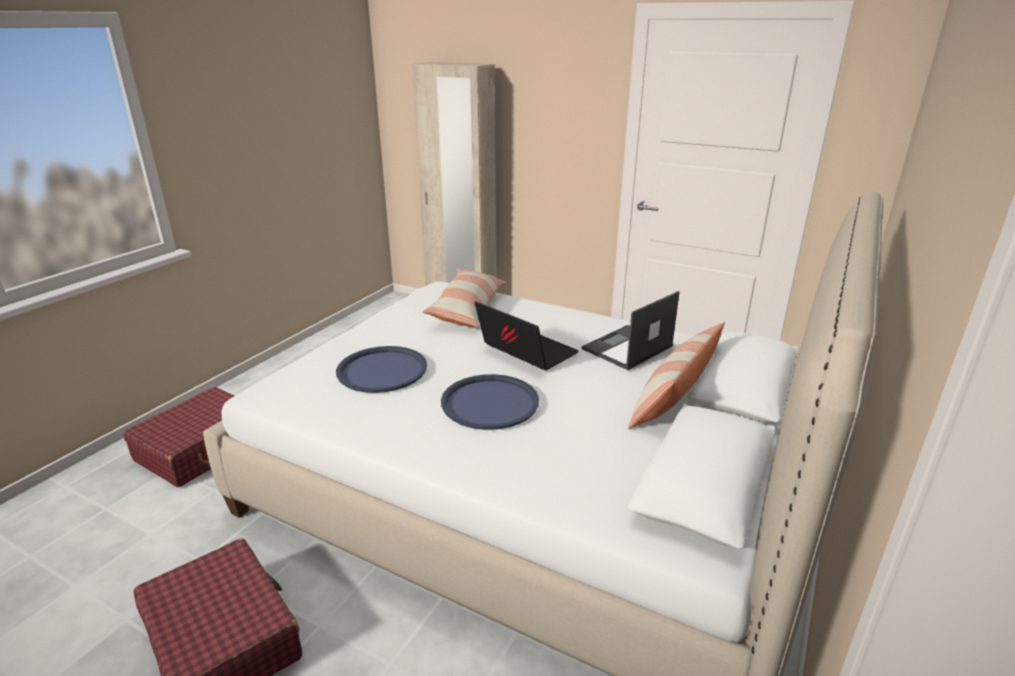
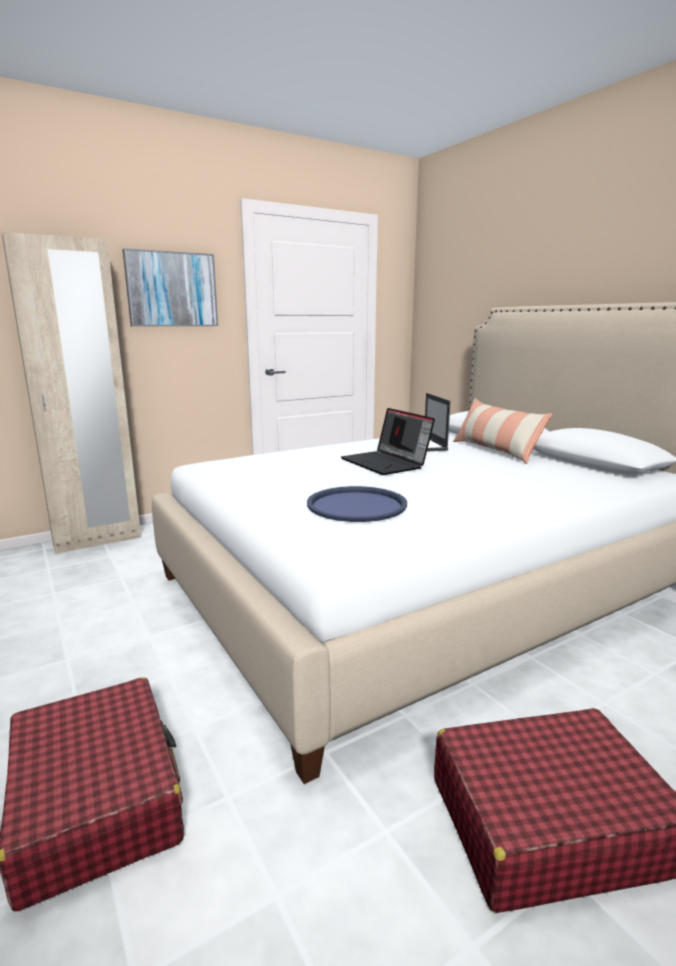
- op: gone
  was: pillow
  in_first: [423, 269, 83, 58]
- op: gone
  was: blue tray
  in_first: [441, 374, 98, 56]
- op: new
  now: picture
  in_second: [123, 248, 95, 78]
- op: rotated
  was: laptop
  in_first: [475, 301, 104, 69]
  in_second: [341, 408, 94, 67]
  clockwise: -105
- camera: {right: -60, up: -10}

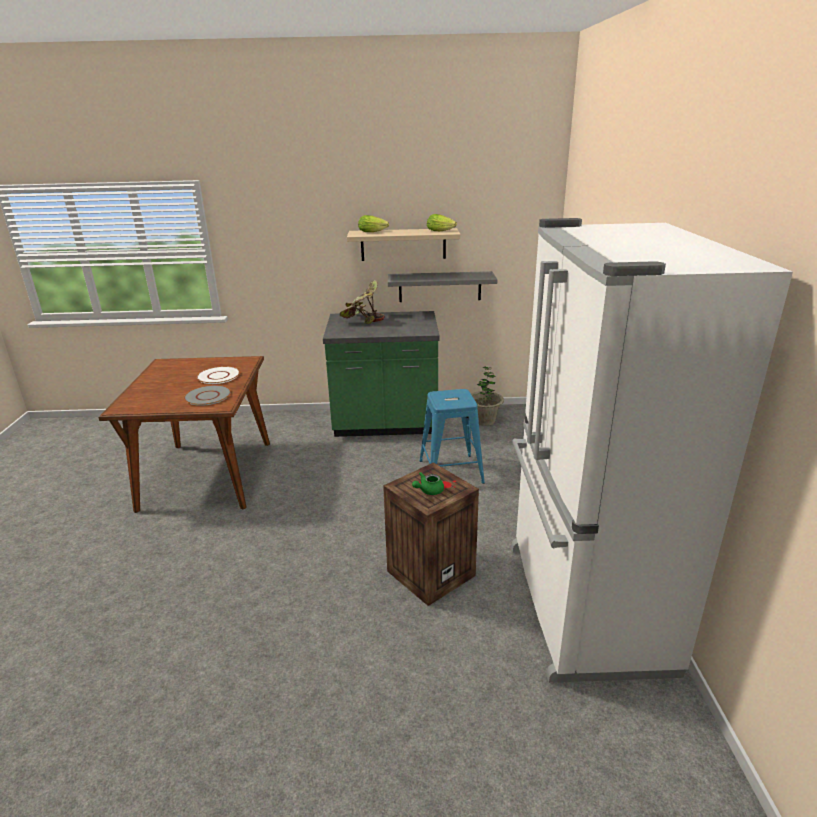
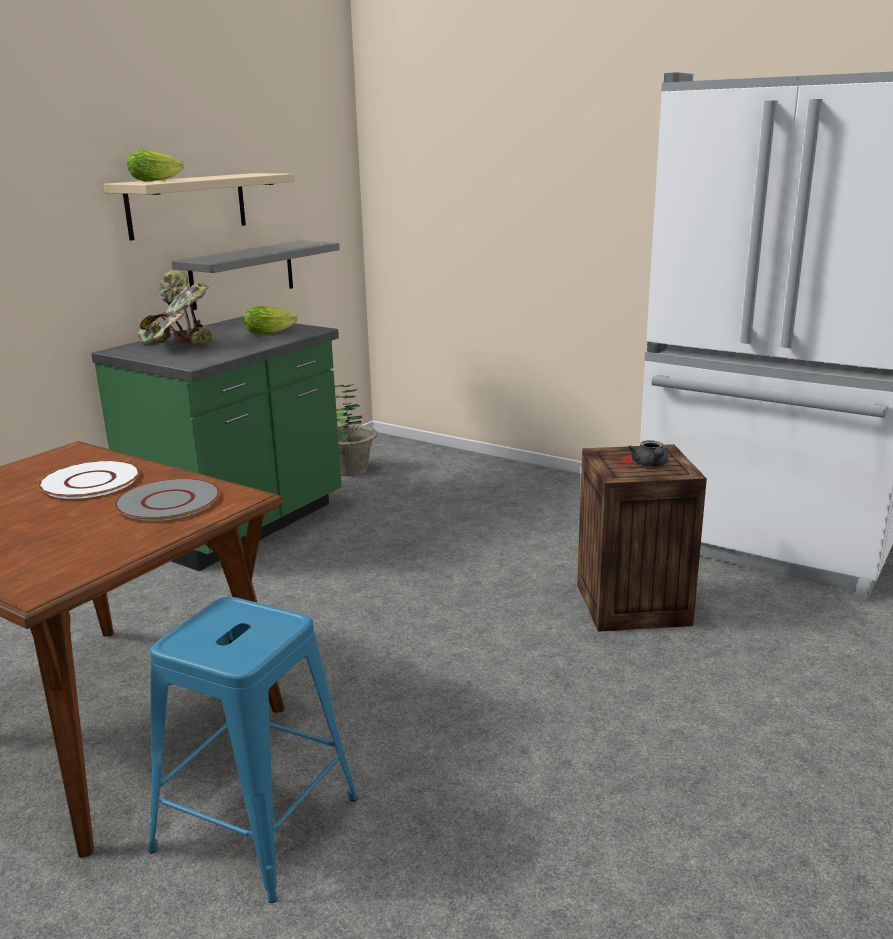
- op: shifted
  was: blue stool
  in_first: [420, 389, 65, 95]
  in_second: [148, 597, 210, 306]
- op: shifted
  was: lettuce
  in_first: [427, 214, 30, 17]
  in_second: [244, 306, 53, 29]
- op: repainted
  was: green teapot
  now: grey teapot
  in_first: [412, 472, 32, 23]
  in_second: [628, 440, 40, 27]
- camera: {right: -55, up: -5}

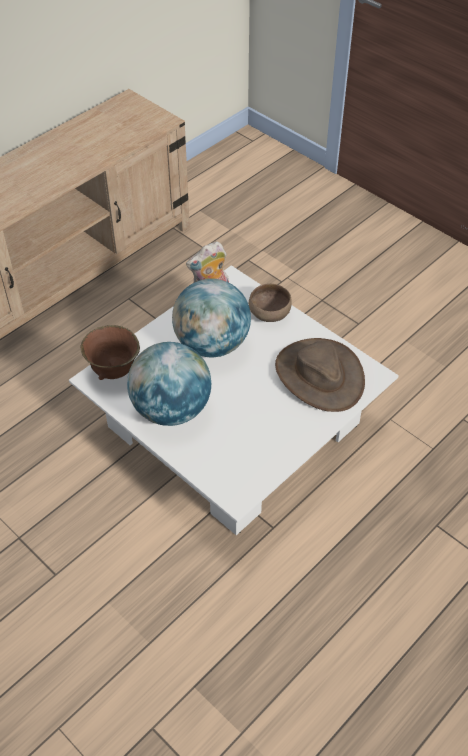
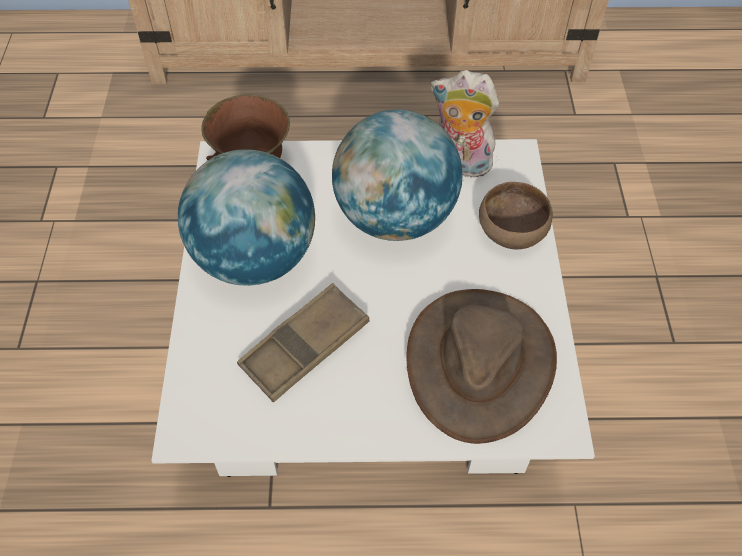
- op: new
  now: brown tray
  in_second: [237, 283, 132, 119]
- camera: {right: 45, up: 5}

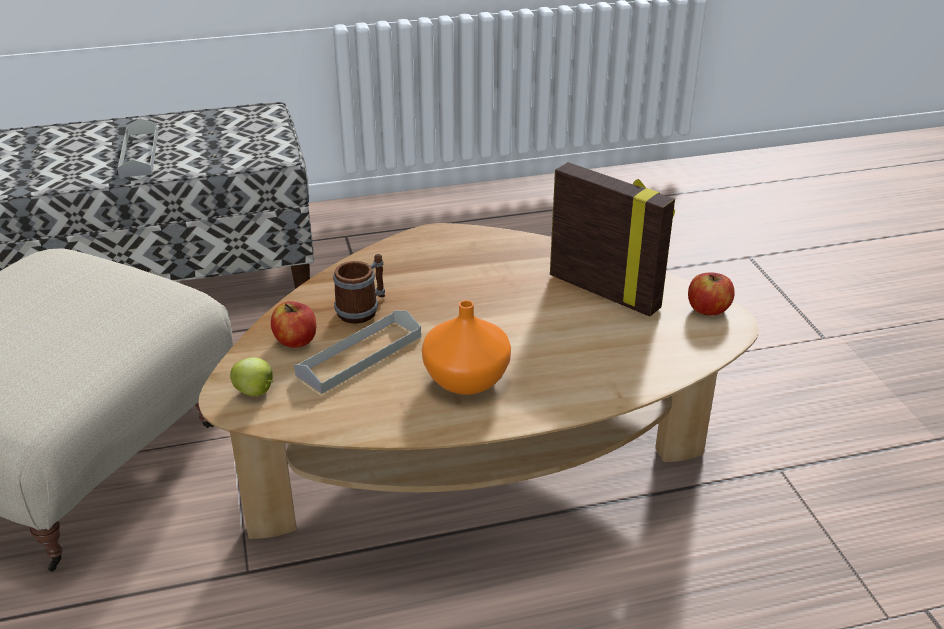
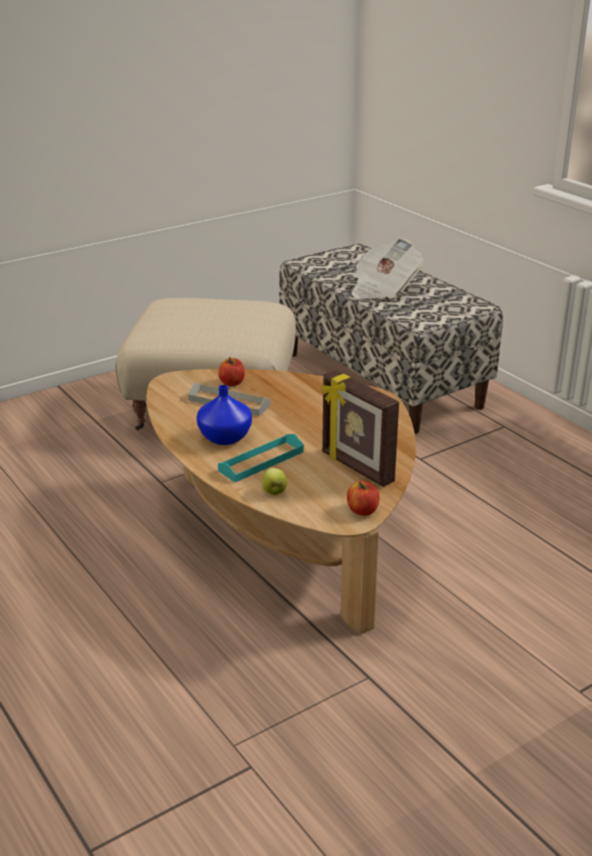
- op: gone
  was: mug
  in_first: [333, 254, 52, 70]
- op: new
  now: turquoise tray
  in_second: [218, 434, 86, 48]
- op: shifted
  was: apple
  in_first: [230, 357, 44, 39]
  in_second: [262, 468, 25, 27]
- op: swapped
  was: grey tray
  now: newspaper
  in_first: [117, 118, 41, 59]
  in_second: [351, 238, 73, 61]
- op: repainted
  was: orange vase
  now: blue vase
  in_first: [422, 300, 89, 95]
  in_second: [197, 385, 55, 60]
- op: rotated
  was: picture frame
  in_first: [550, 162, 125, 155]
  in_second: [321, 370, 78, 117]
  clockwise: 120
- camera: {right: 70, up: -5}

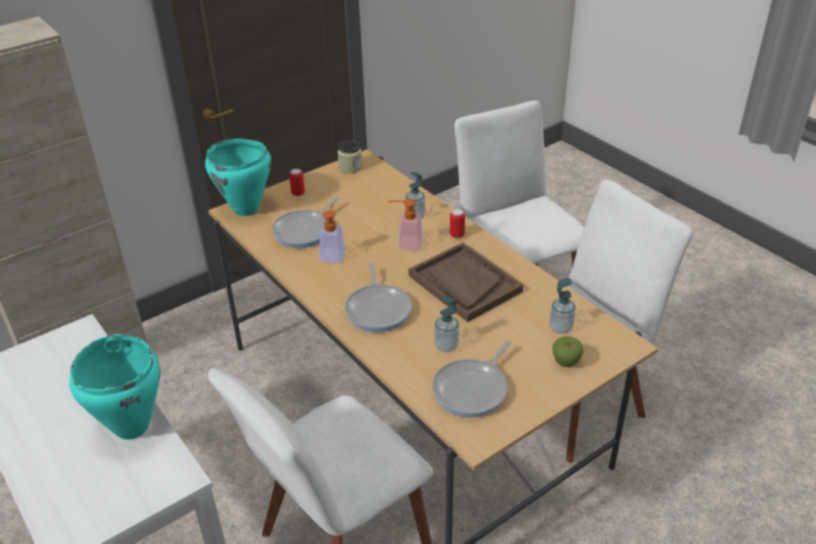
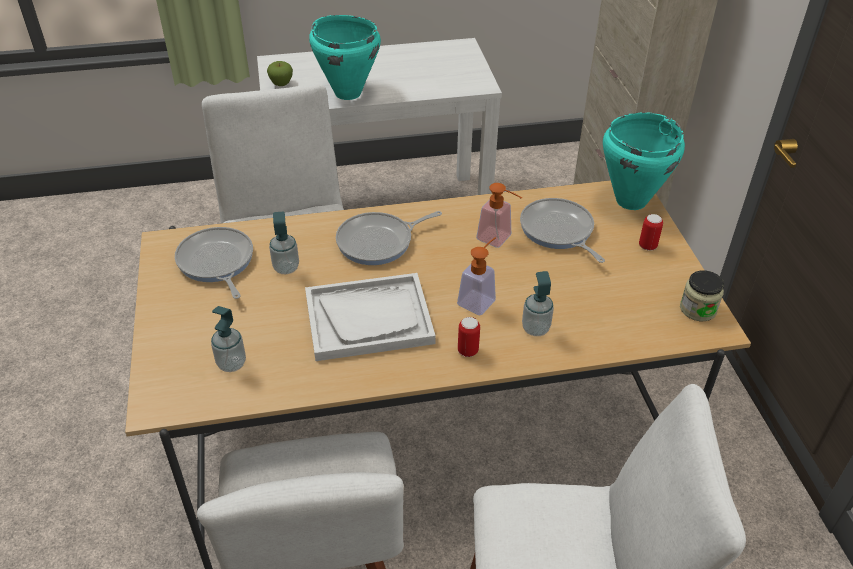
- op: shifted
  was: apple
  in_first: [552, 336, 31, 31]
  in_second: [267, 61, 26, 25]
- op: repainted
  was: brown tray
  now: white tray
  in_first: [409, 243, 114, 79]
  in_second: [305, 273, 131, 88]
- op: rotated
  was: frying pan
  in_first: [345, 262, 67, 70]
  in_second: [336, 211, 106, 54]
  clockwise: -45
- camera: {right: 115, up: 5}

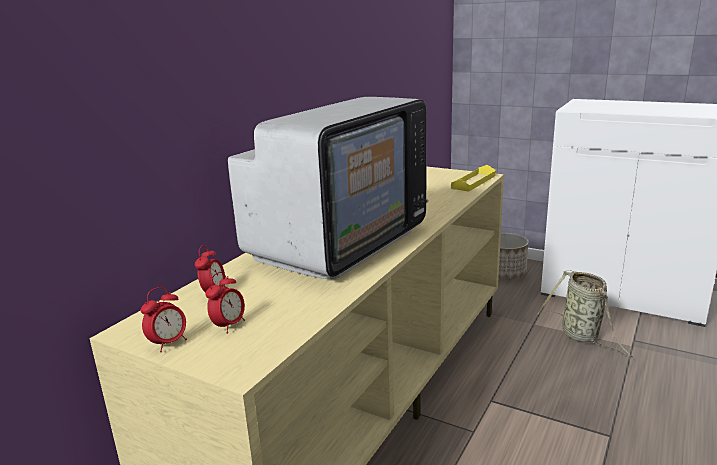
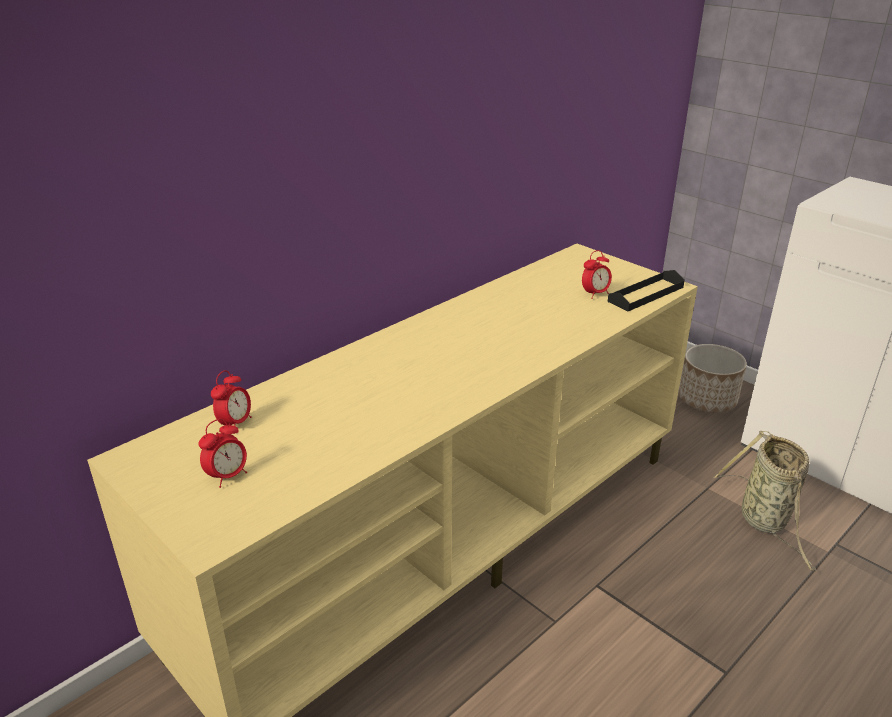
- op: gone
  was: television
  in_first: [228, 97, 200, 182]
- op: shifted
  was: alarm clock
  in_first: [140, 287, 47, 65]
  in_second: [582, 250, 30, 49]
- op: repainted
  was: yellow tray
  now: black tray
  in_first: [451, 165, 45, 27]
  in_second: [608, 270, 77, 41]
- camera: {right: 15, up: 10}

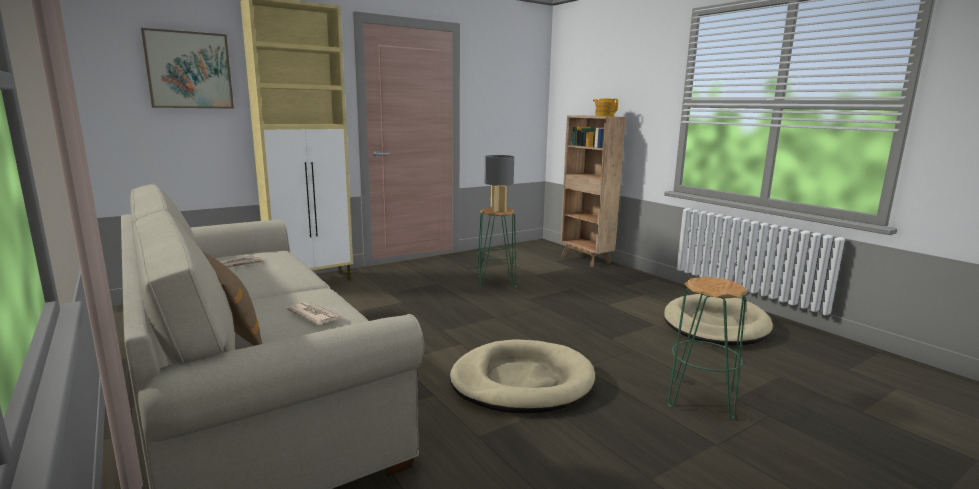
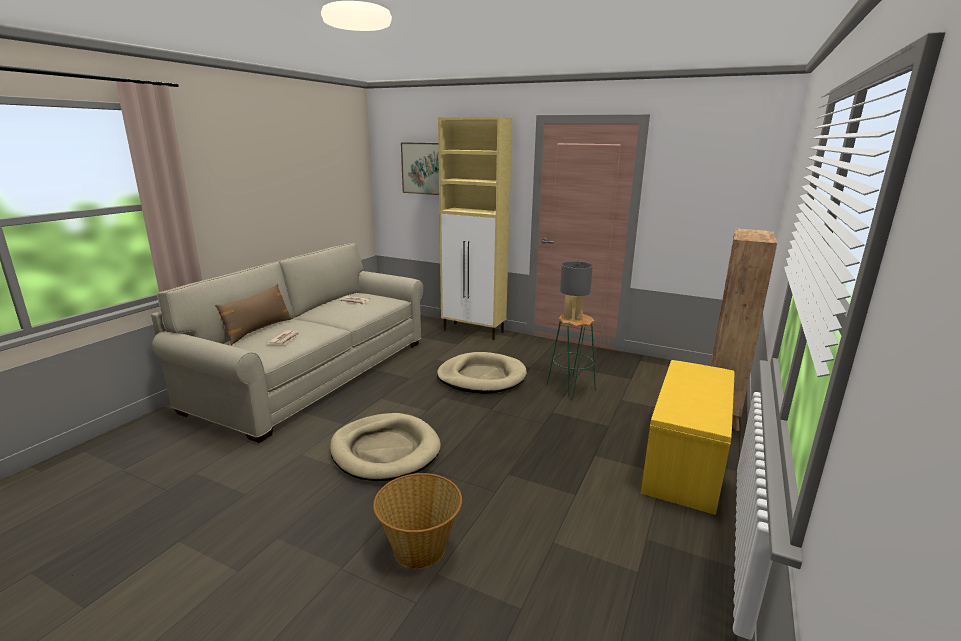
- op: gone
  was: teapot
  in_first: [593, 99, 25, 17]
- op: new
  now: yellow bench
  in_second: [641, 360, 94, 155]
- op: shifted
  was: beige dog bed
  in_first: [664, 294, 109, 51]
  in_second: [437, 352, 90, 42]
- op: swapped
  was: green stool
  now: basket
  in_first: [668, 276, 80, 144]
  in_second: [373, 473, 89, 96]
- camera: {right: 60, up: 5}

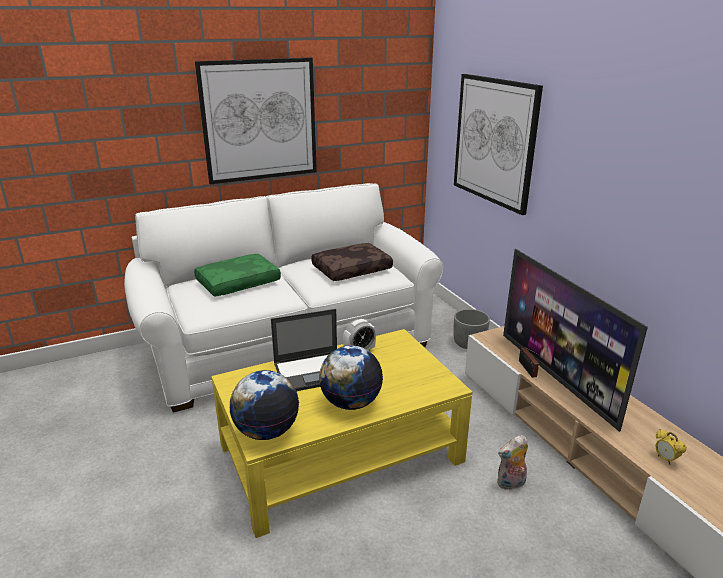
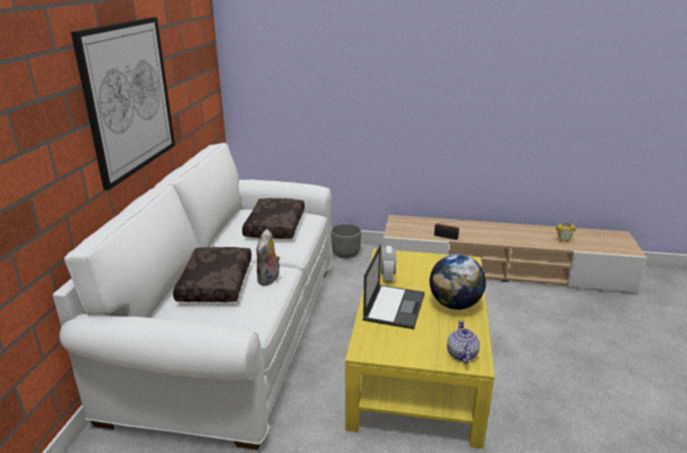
- op: gone
  was: picture
  in_first: [454, 74, 89, 141]
- op: gone
  was: television
  in_first: [503, 249, 145, 183]
- op: shifted
  was: plush toy
  in_first: [497, 435, 31, 55]
  in_second: [256, 229, 24, 57]
- op: swapped
  was: globe
  now: teapot
  in_first: [229, 370, 70, 70]
  in_second: [447, 320, 33, 44]
- op: repainted
  was: green pillow
  now: brown pillow
  in_first: [194, 254, 87, 43]
  in_second: [173, 247, 79, 55]
- camera: {right: -55, up: 0}

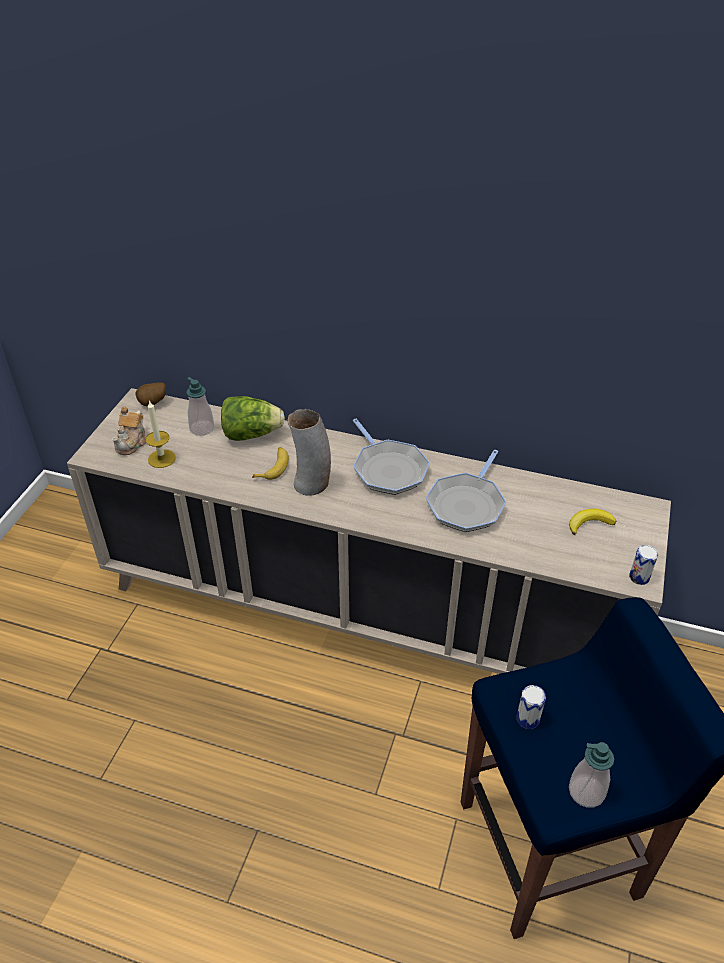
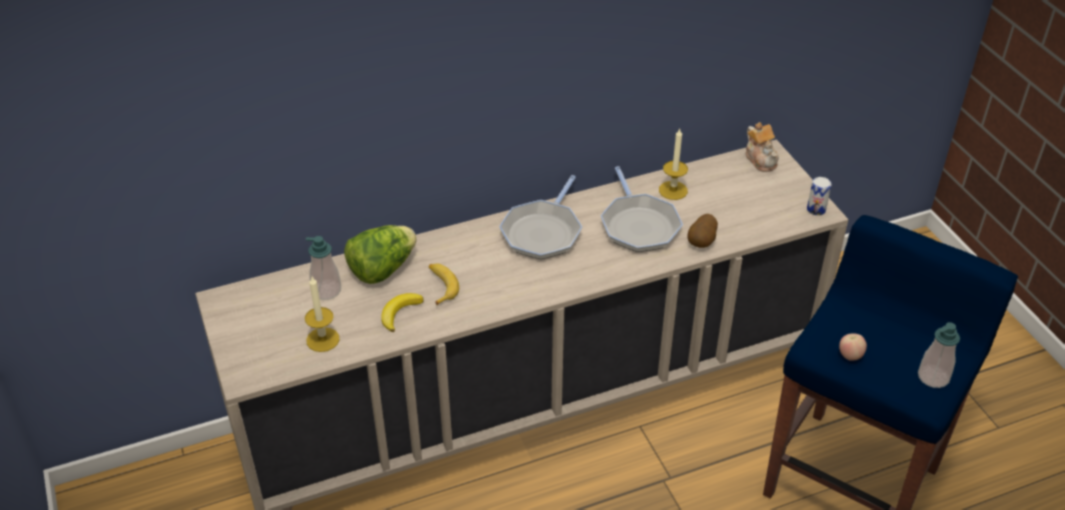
- op: gone
  was: vase
  in_first: [288, 409, 43, 87]
- op: new
  now: candle
  in_second: [659, 128, 29, 72]
- op: shifted
  was: teapot
  in_first: [112, 407, 34, 48]
  in_second: [745, 122, 34, 50]
- op: shifted
  was: potato
  in_first: [135, 382, 31, 24]
  in_second: [688, 214, 30, 34]
- op: shifted
  was: banana
  in_first: [569, 509, 47, 26]
  in_second: [381, 293, 43, 39]
- op: swapped
  was: can
  now: apple
  in_first: [517, 685, 29, 44]
  in_second: [839, 333, 28, 28]
- op: rotated
  was: frying pan
  in_first: [353, 419, 77, 76]
  in_second: [499, 175, 83, 84]
  clockwise: 90
- camera: {right: -40, up: 0}

